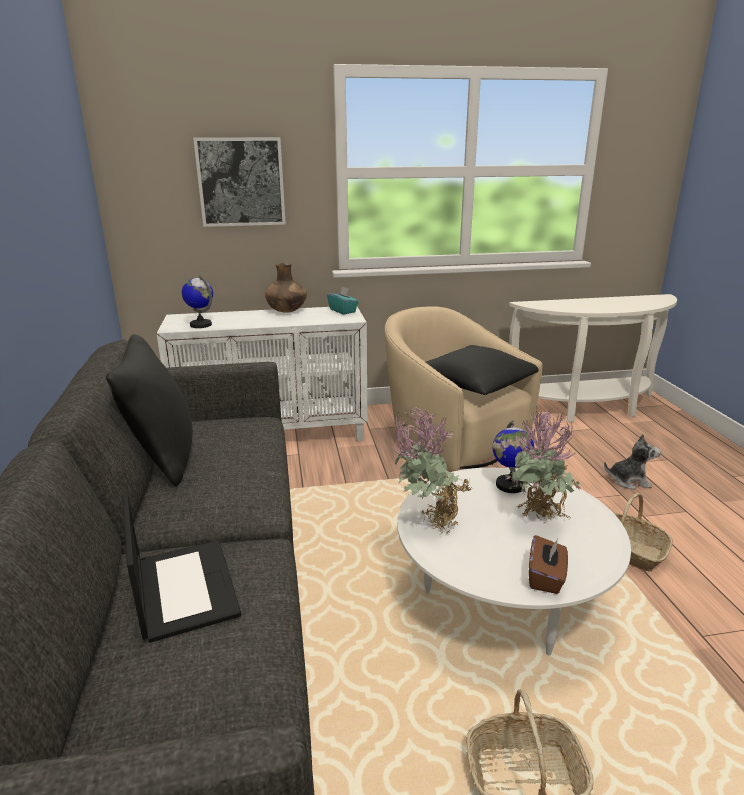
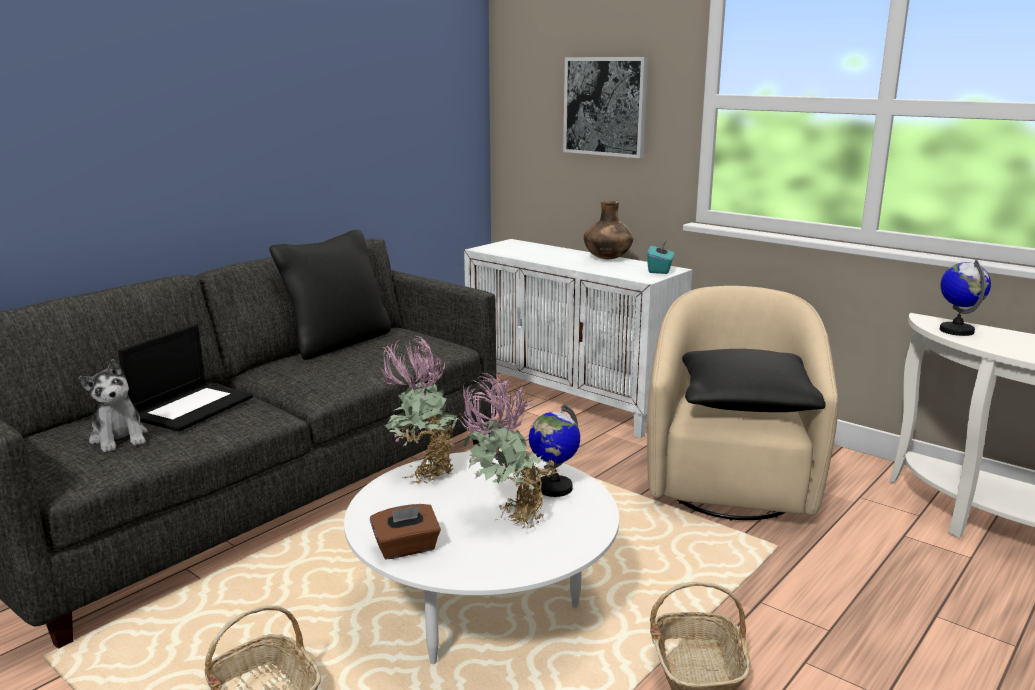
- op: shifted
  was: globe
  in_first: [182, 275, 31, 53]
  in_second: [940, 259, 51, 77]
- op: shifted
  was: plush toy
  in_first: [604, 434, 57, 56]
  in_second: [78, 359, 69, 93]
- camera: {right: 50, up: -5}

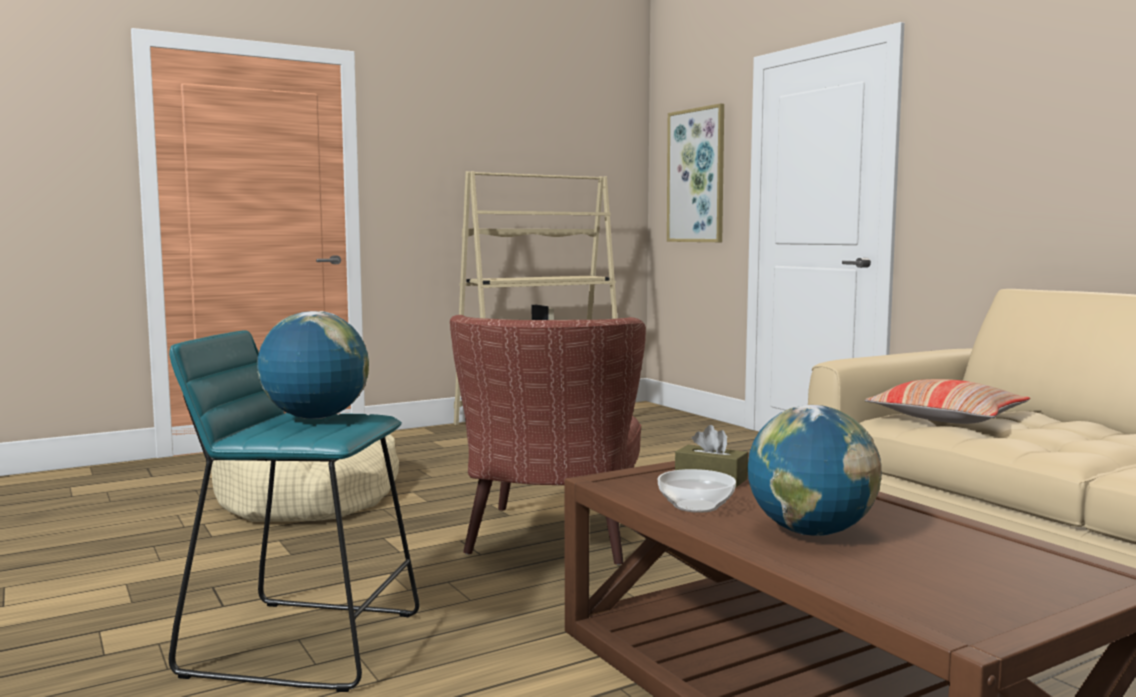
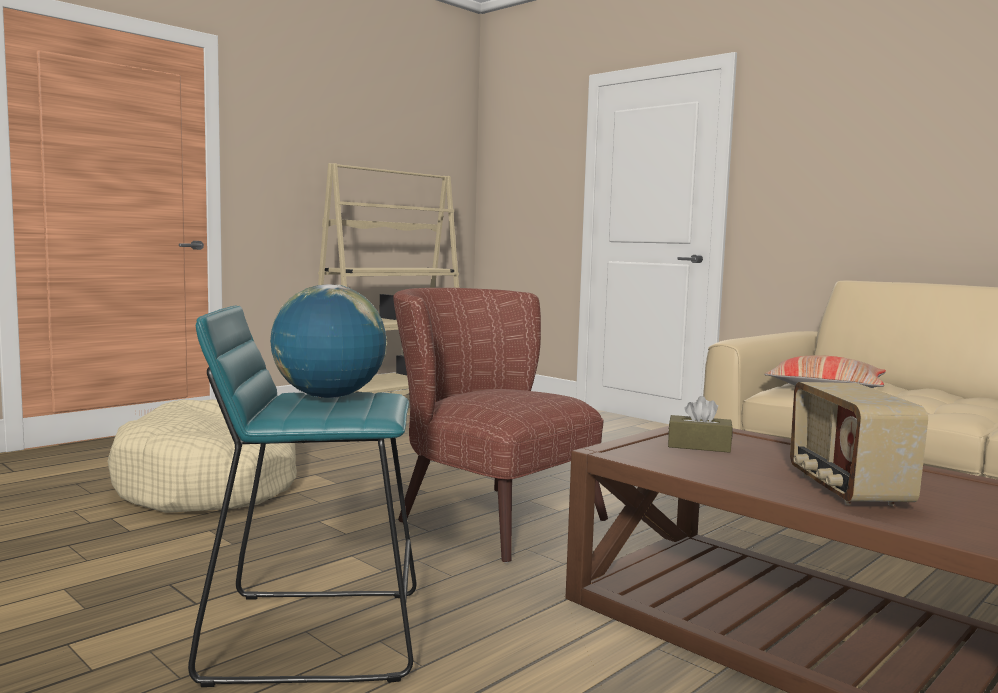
- op: gone
  was: bowl
  in_first: [658, 469, 78, 44]
- op: gone
  was: picture
  in_first: [667, 103, 57, 139]
- op: swapped
  was: globe
  now: radio
  in_first: [748, 405, 134, 131]
  in_second: [790, 382, 138, 124]
- op: rotated
  was: brown armchair
  in_first: [450, 315, 196, 250]
  in_second: [393, 288, 215, 275]
  clockwise: 135
- camera: {right: -15, up: 0}

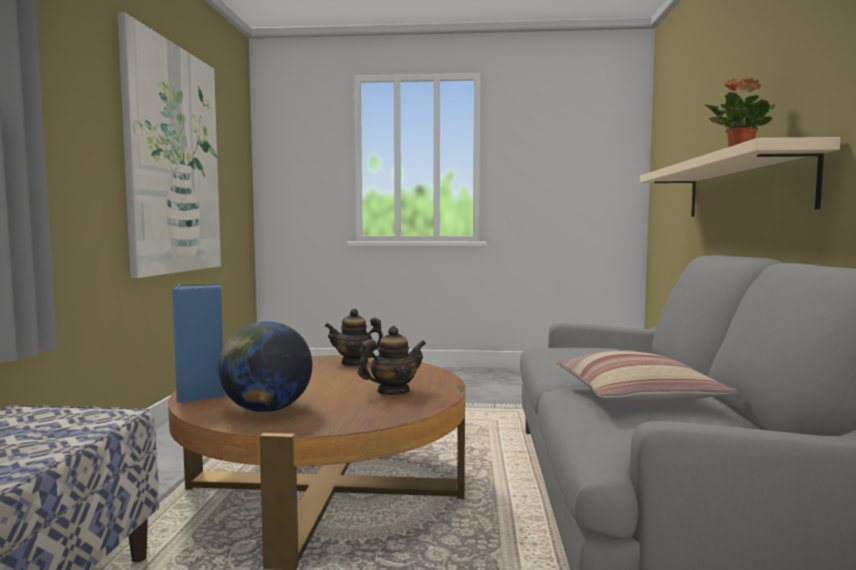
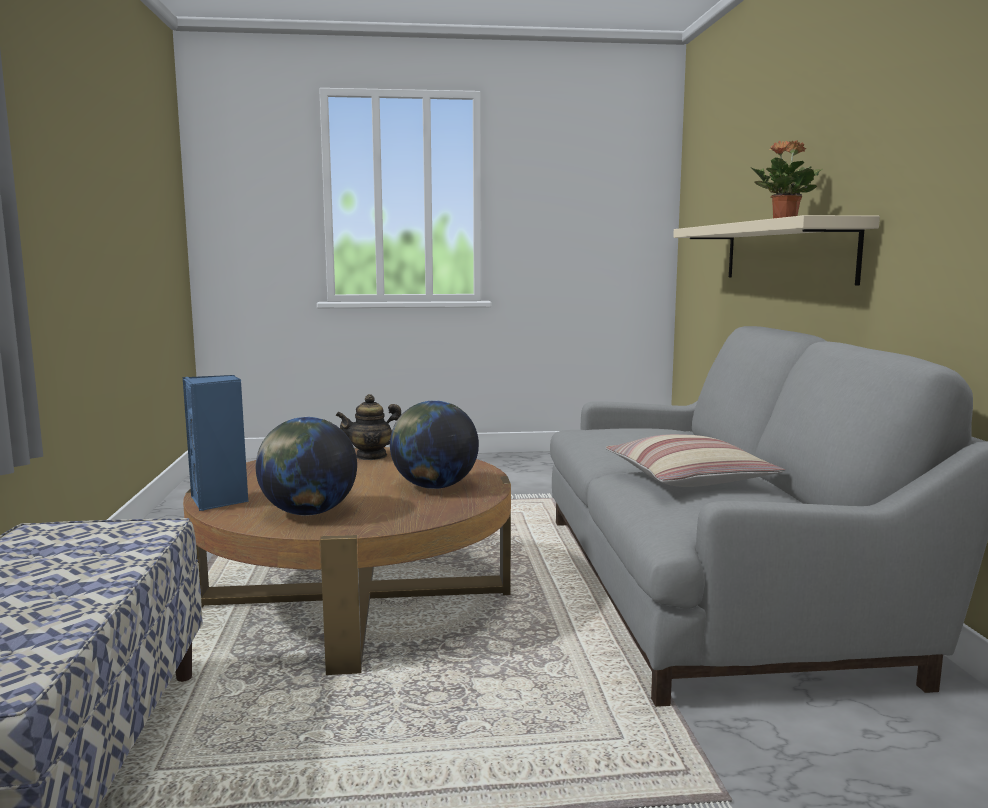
- op: gone
  was: picture
  in_first: [117, 13, 104, 265]
- op: swapped
  was: teapot
  now: globe
  in_first: [358, 326, 68, 69]
  in_second: [390, 400, 89, 89]
- camera: {right: -10, up: 5}

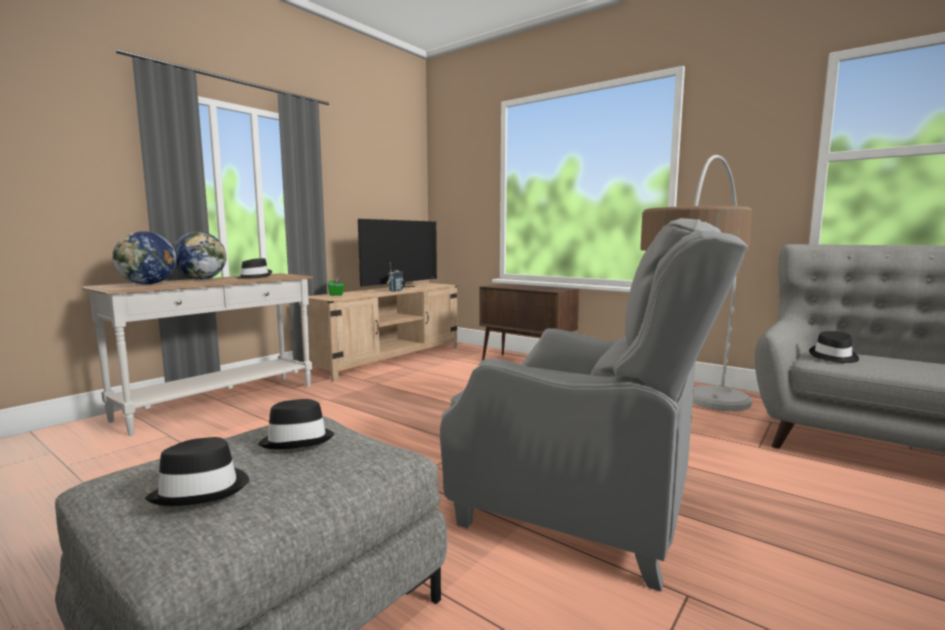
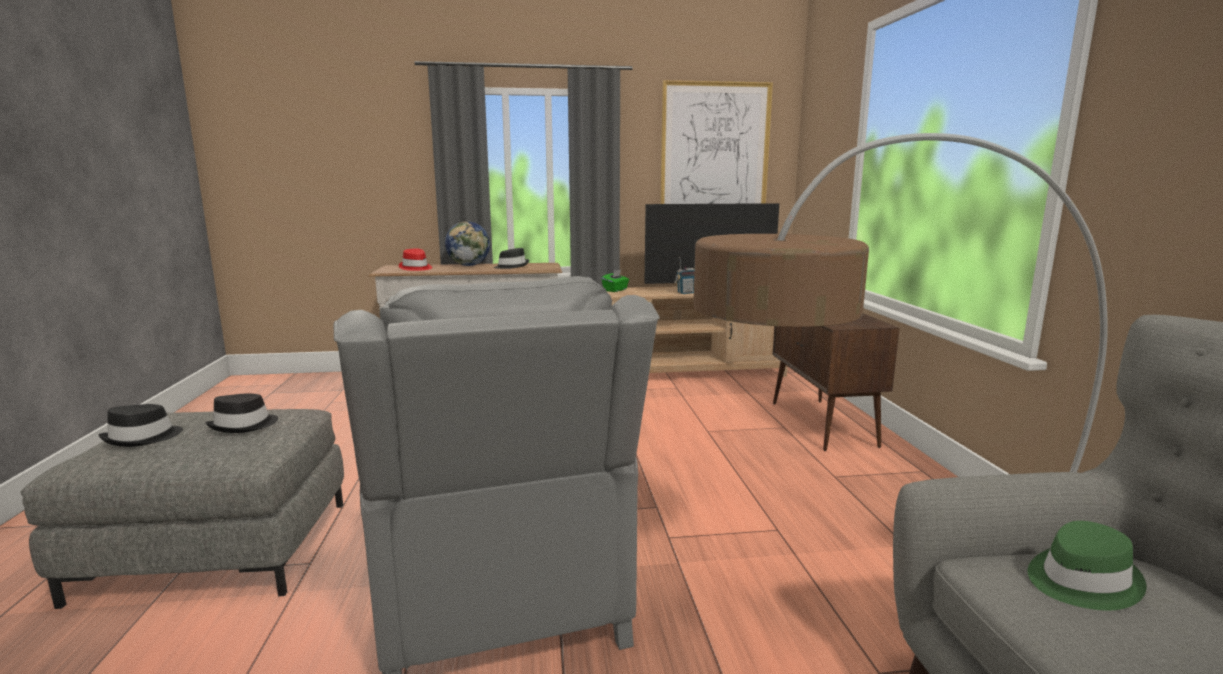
- op: new
  now: picture
  in_second: [660, 80, 113, 124]
- op: swapped
  was: globe
  now: red hat
  in_first: [112, 231, 64, 54]
  in_second: [399, 249, 33, 22]
- op: repainted
  was: black hat
  now: green hat
  in_first: [809, 331, 50, 32]
  in_second: [1027, 521, 119, 90]
- camera: {right: 45, up: 5}

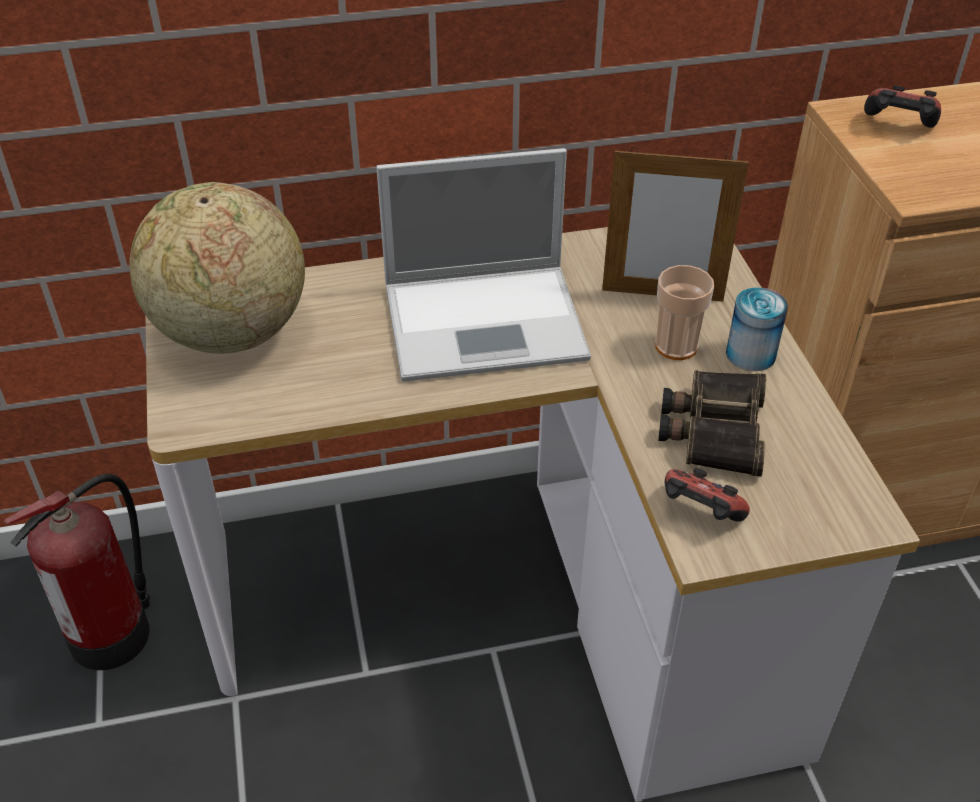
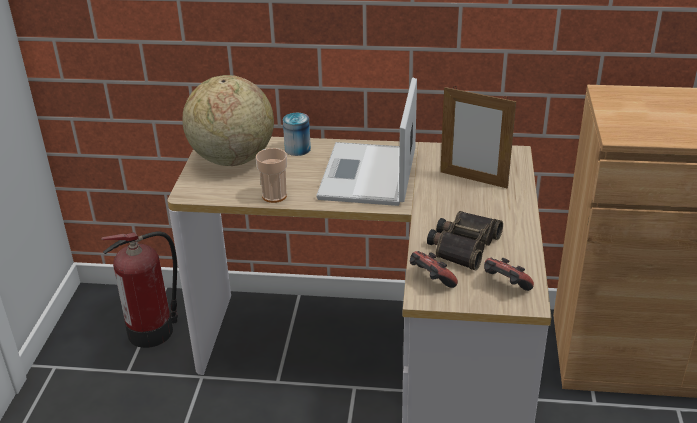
- op: shifted
  was: cup
  in_first: [655, 265, 59, 95]
  in_second: [256, 148, 31, 55]
- op: shifted
  was: can
  in_first: [726, 287, 62, 84]
  in_second: [283, 113, 28, 43]
- op: shifted
  was: game controller
  in_first: [864, 86, 77, 42]
  in_second: [484, 258, 50, 33]
- op: rotated
  was: laptop
  in_first: [376, 148, 215, 234]
  in_second: [316, 77, 101, 129]
  clockwise: 90
- camera: {right: 20, up: -10}

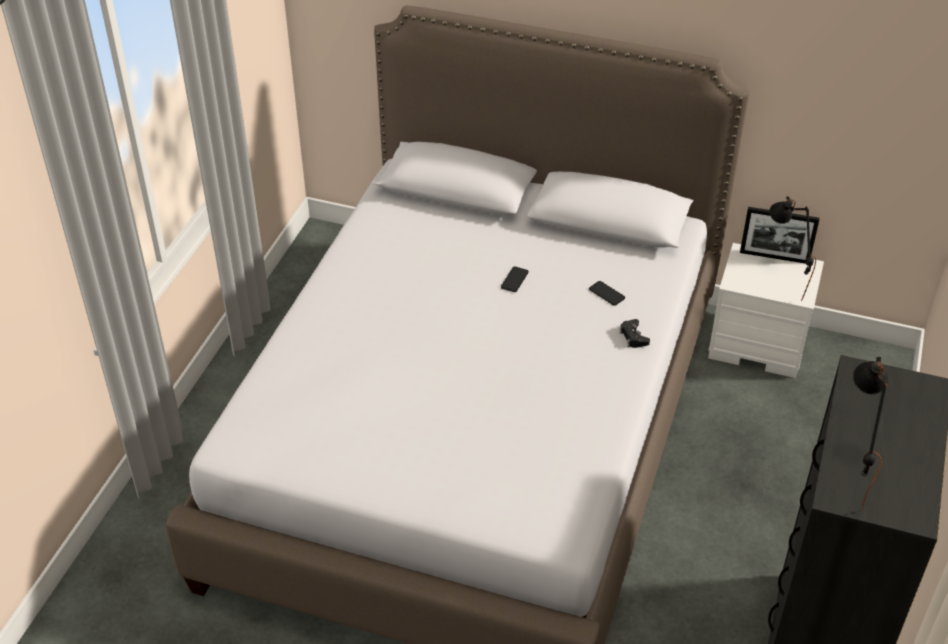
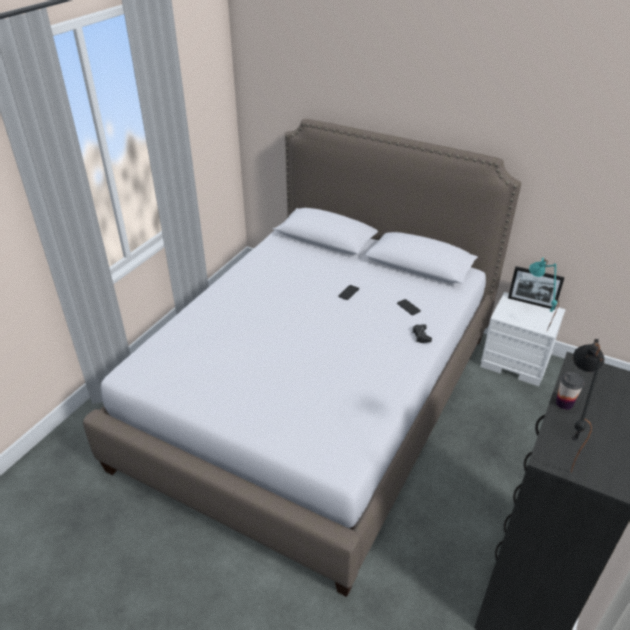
- op: new
  now: cup
  in_second: [556, 372, 29, 38]
- op: repainted
  was: black table lamp
  now: turquoise table lamp
  in_first: [769, 196, 47, 105]
  in_second: [529, 258, 30, 73]
- camera: {right: 10, up: -5}

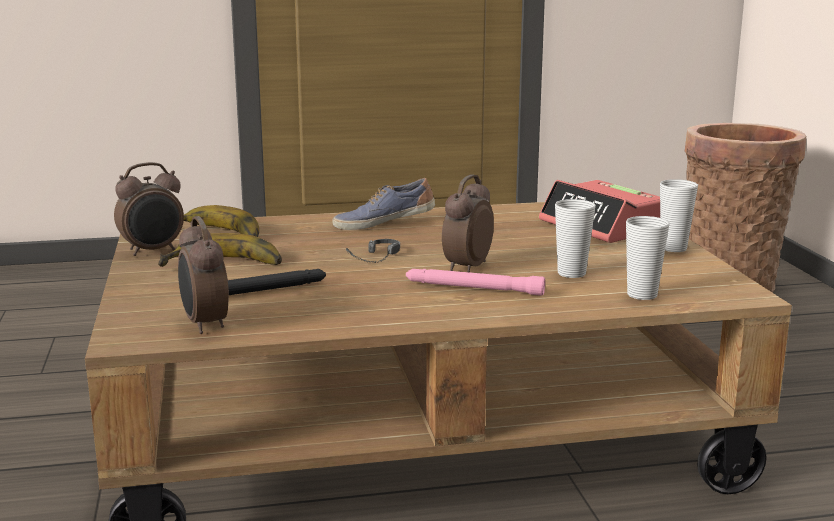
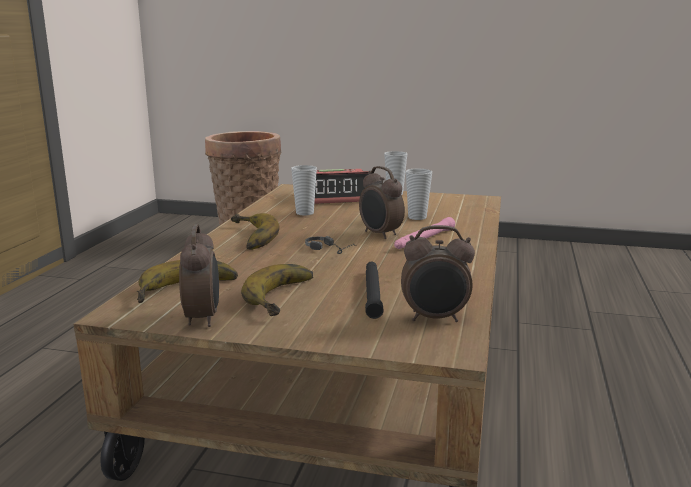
- op: shifted
  was: cup
  in_first: [626, 216, 44, 84]
  in_second: [291, 165, 26, 50]
- op: swapped
  was: shoe
  now: banana
  in_first: [332, 178, 103, 52]
  in_second: [231, 213, 49, 37]
- camera: {right: -65, up: 0}

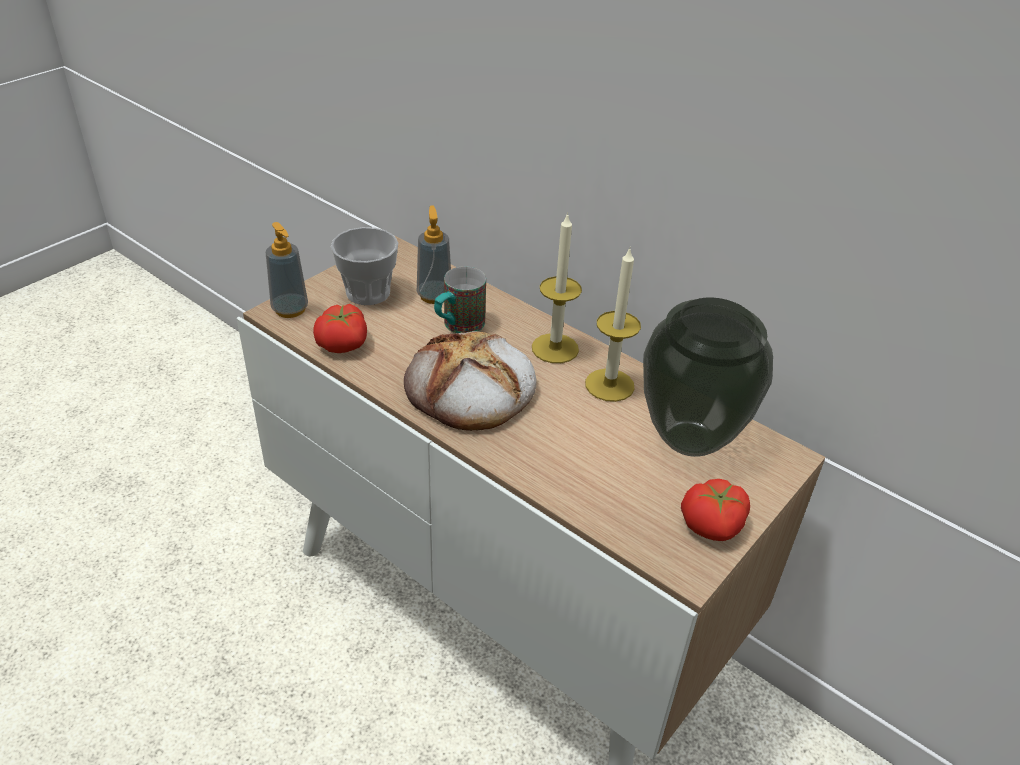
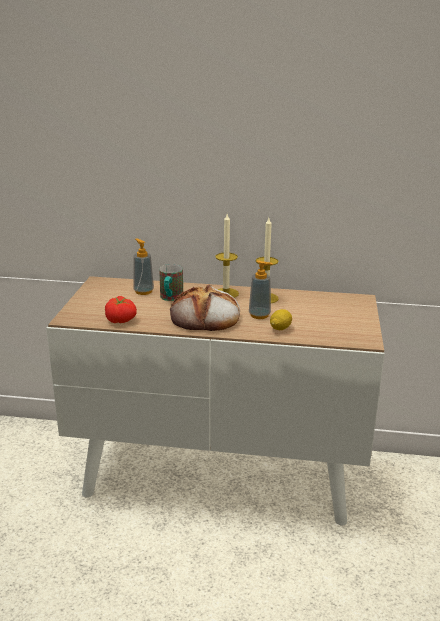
- op: gone
  was: cup
  in_first: [331, 227, 67, 78]
- op: gone
  was: vase
  in_first: [643, 298, 130, 159]
- op: gone
  was: tomato
  in_first: [681, 479, 69, 62]
- op: new
  now: lemon
  in_second: [270, 309, 22, 21]
- op: shifted
  was: soap dispenser
  in_first: [266, 222, 42, 96]
  in_second: [249, 260, 24, 59]
- camera: {right: -30, up: -15}

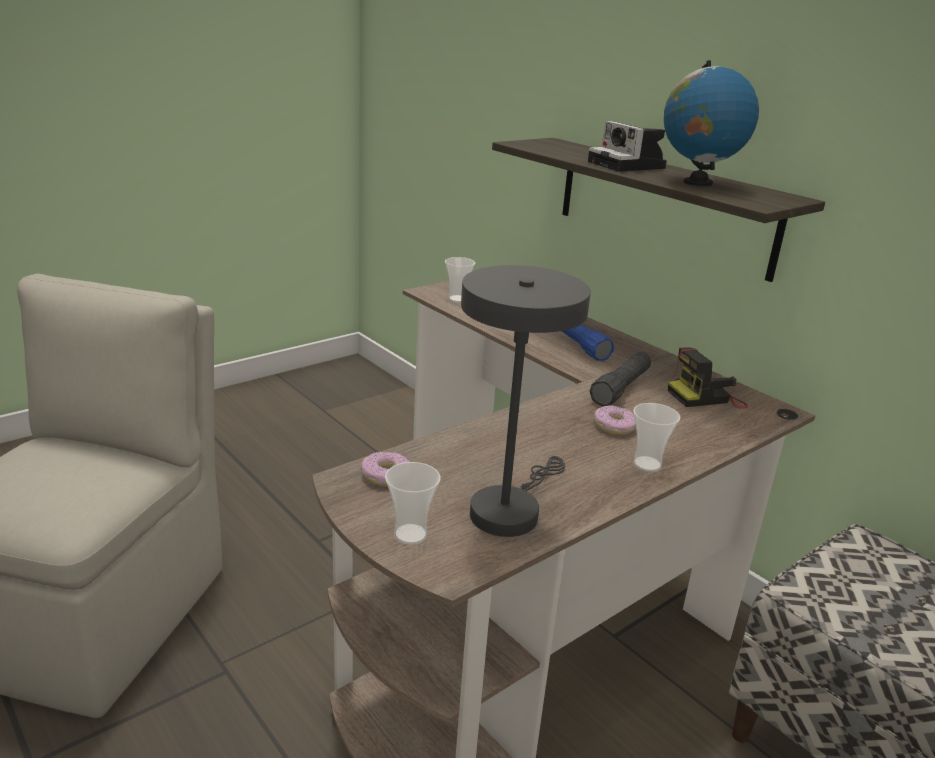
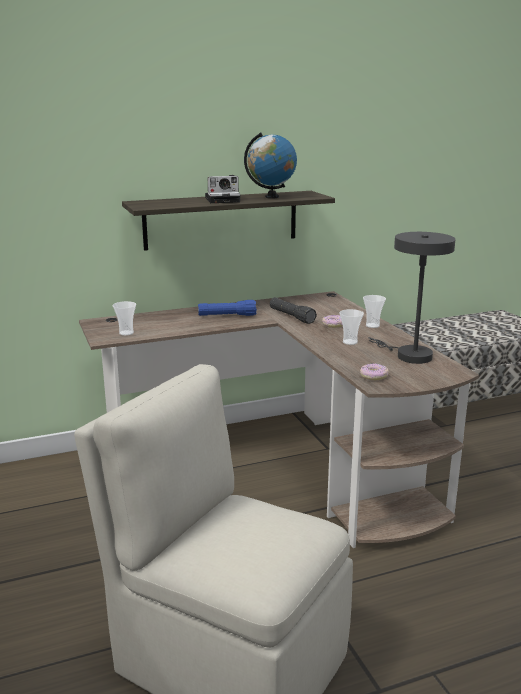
- op: gone
  was: photo camera
  in_first: [668, 348, 80, 61]
- op: shifted
  was: cup
  in_first: [385, 462, 56, 83]
  in_second: [339, 309, 25, 36]
- camera: {right: -70, up: -5}

